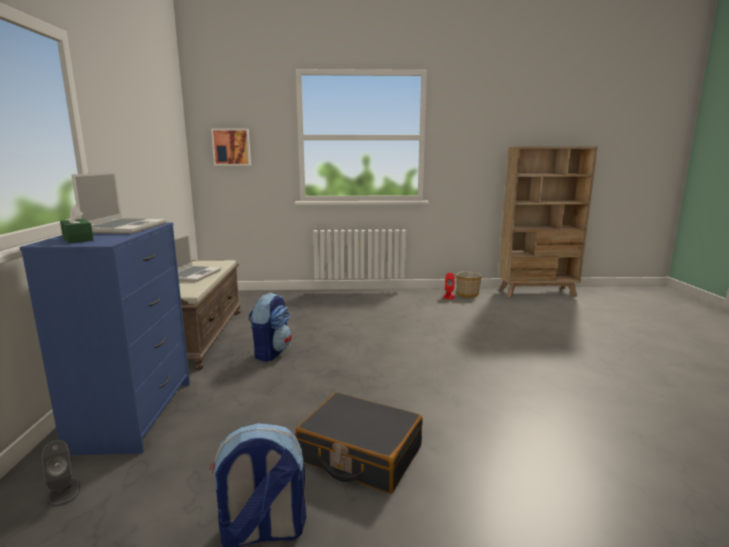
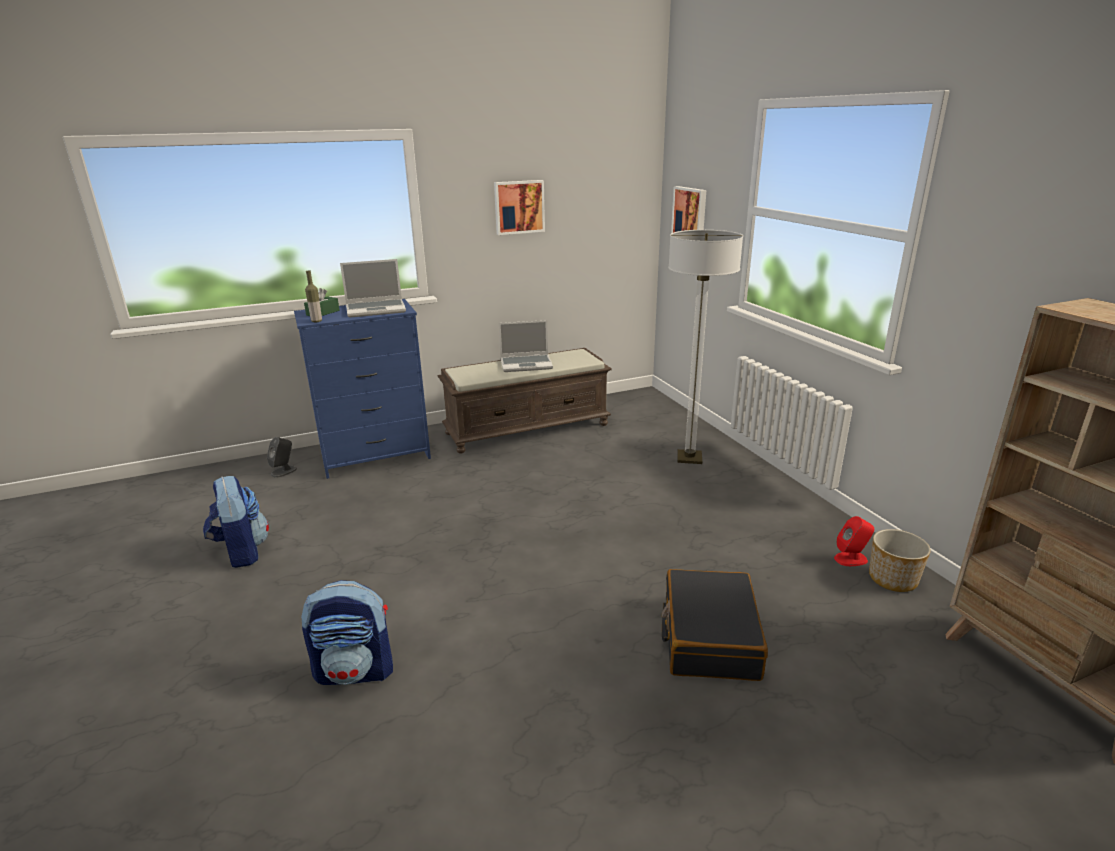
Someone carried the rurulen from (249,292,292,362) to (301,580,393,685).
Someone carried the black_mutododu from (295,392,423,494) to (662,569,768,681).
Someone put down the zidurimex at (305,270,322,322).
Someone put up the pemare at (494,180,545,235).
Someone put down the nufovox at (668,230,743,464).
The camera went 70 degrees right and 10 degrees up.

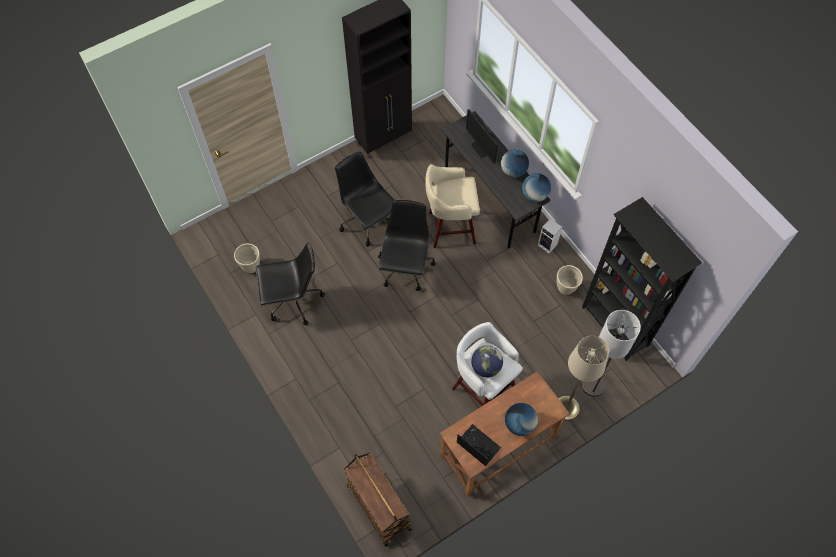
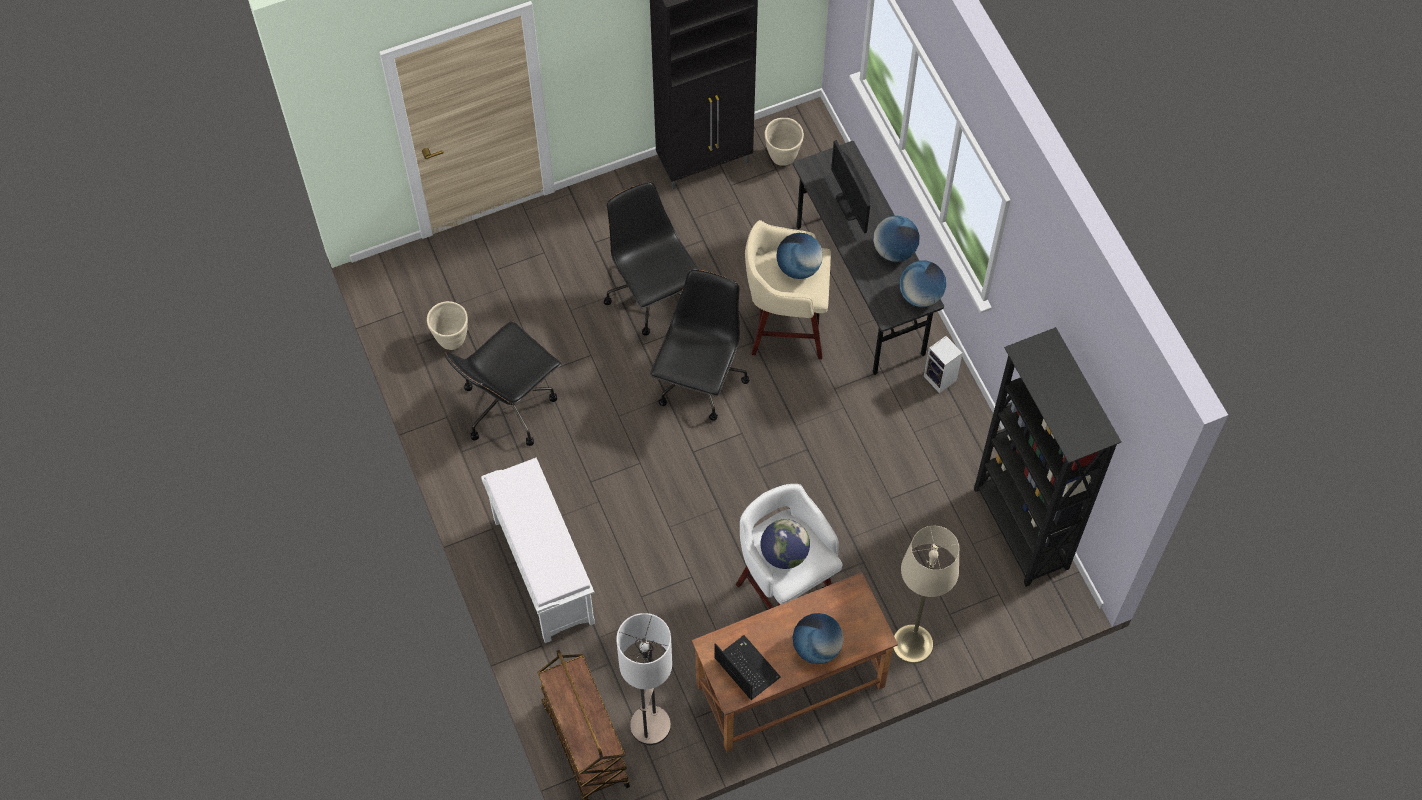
Someone rotated the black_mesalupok at (256,243,325,325) by 135 degrees clockwise.
Someone carried the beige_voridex from (557,265,583,295) to (765,118,804,166).
Someone carried the nufovox from (581,310,641,396) to (616,613,672,745).
Someone put down the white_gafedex at (481,458,595,643).
Someone put down the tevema at (776,233,823,279).
The camera went 10 degrees right and 0 degrees up.

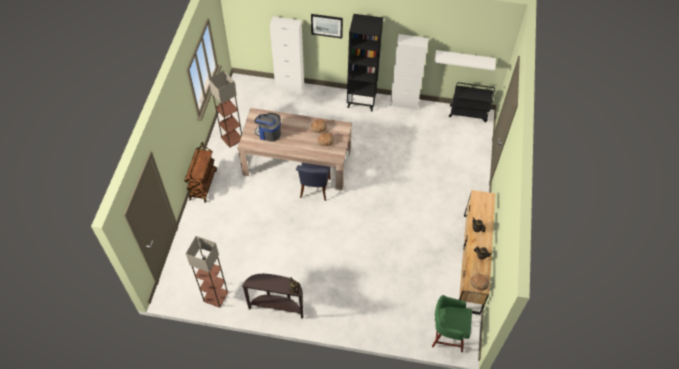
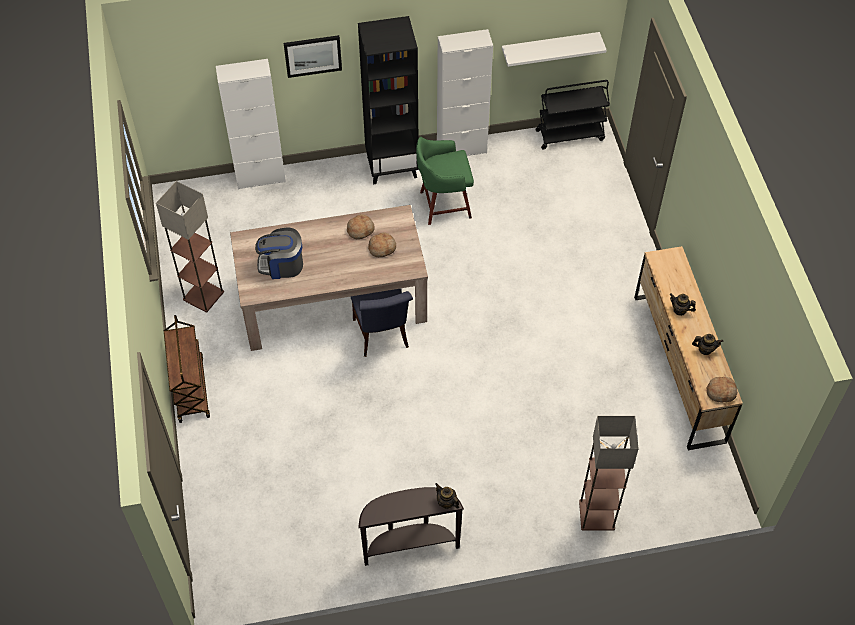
Someone carried the nufovox from (186,236,229,308) to (579,416,639,531).
Someone carried the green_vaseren from (432,295,472,352) to (416,137,474,225).
The camera went 20 degrees left and 0 degrees up.

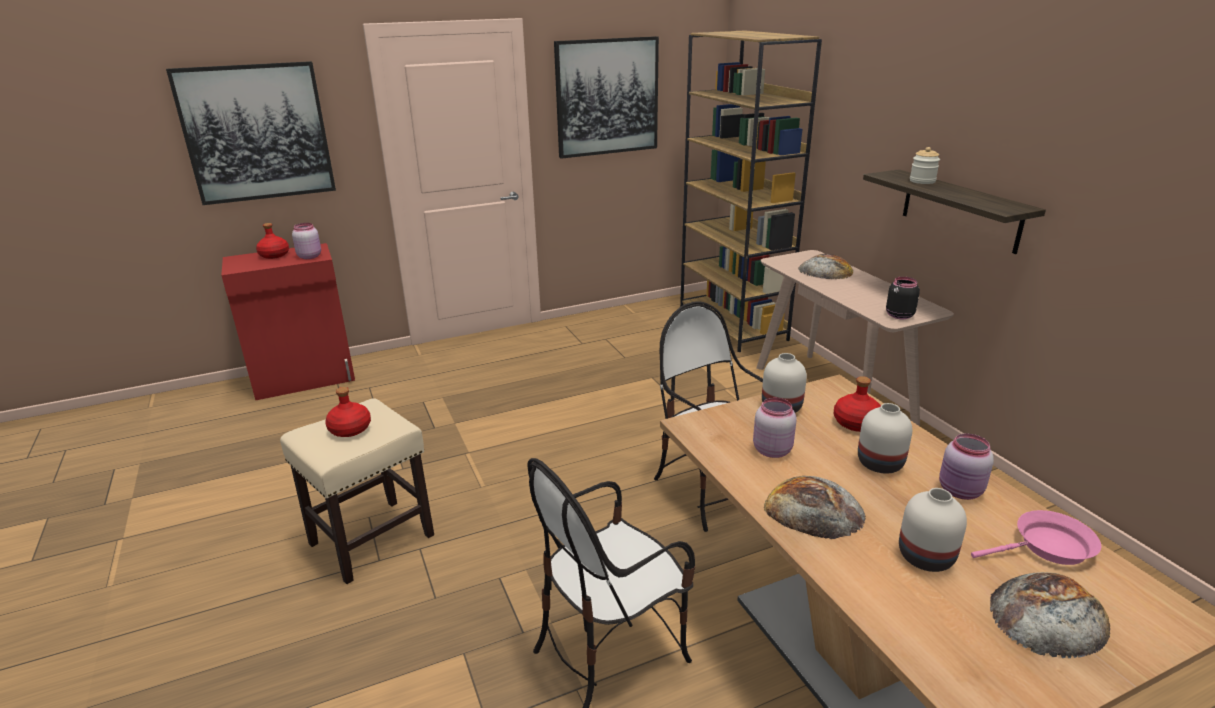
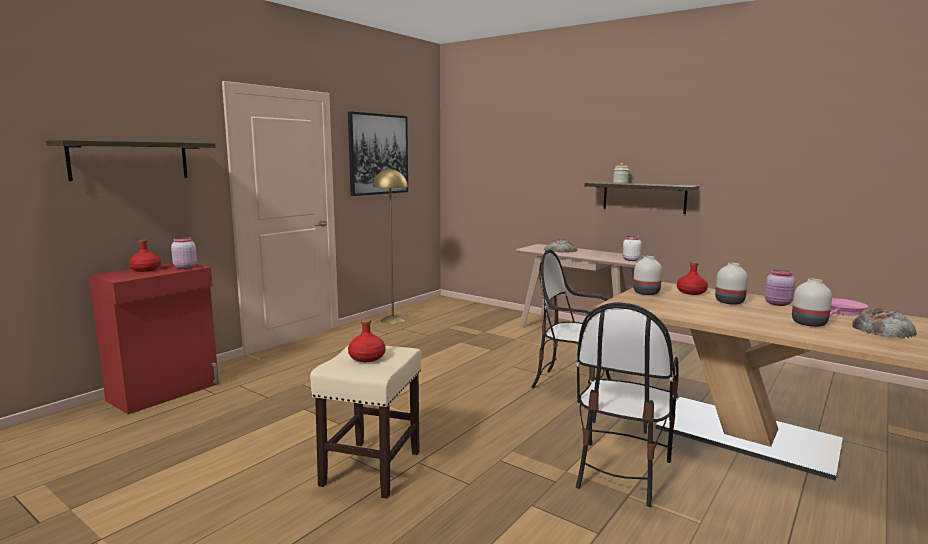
Someone swapped the pemare at (166,61,336,205) for the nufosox at (46,140,216,181).
Someone took away the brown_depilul at (680,30,822,352).
Someone took away the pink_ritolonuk at (753,398,797,458).
Someone took away the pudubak at (764,476,866,539).
Someone repainted the black_ritolonuk at (886,277,920,319), which became the white_ritolonuk at (622,236,642,261).
Someone put down the yellow_nufovox at (373,168,408,324).
The camera went 30 degrees left and 15 degrees down.

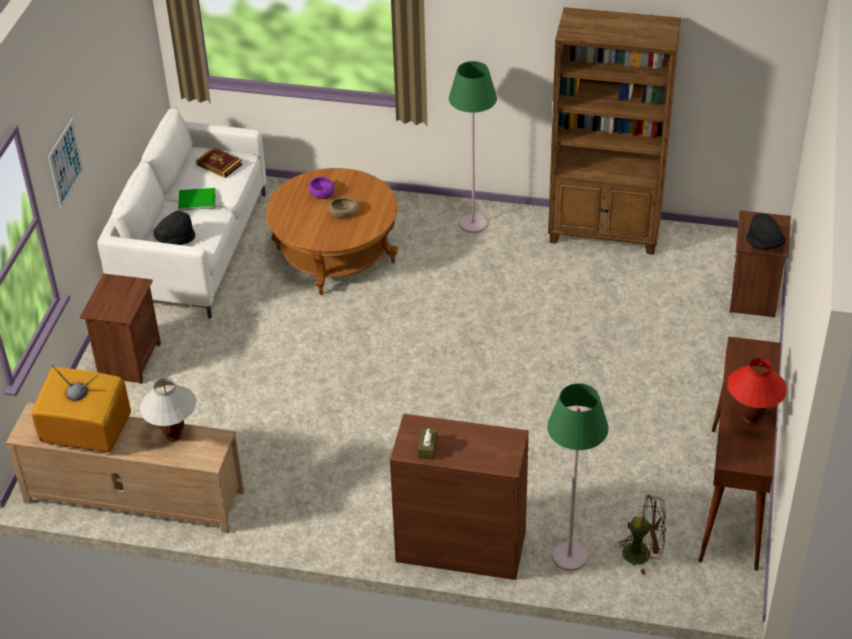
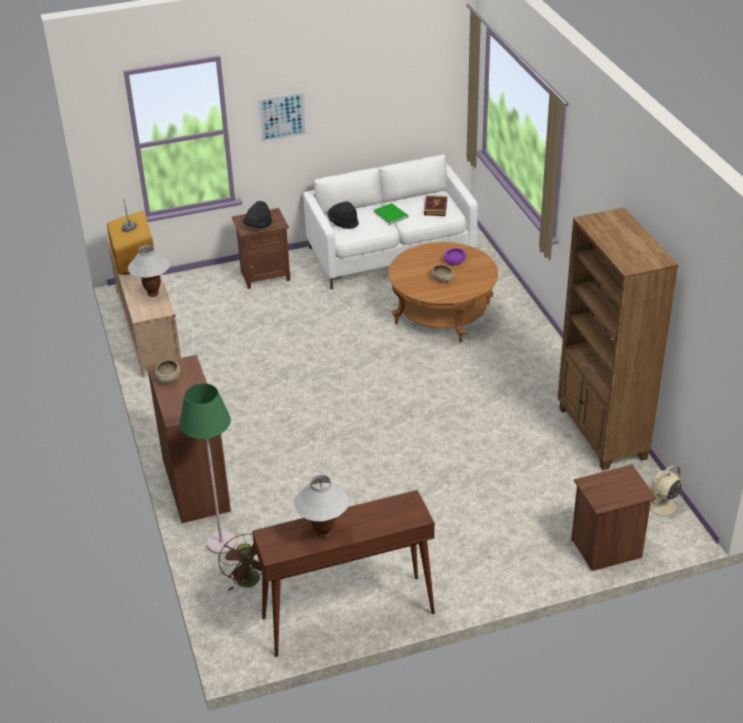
Someone swapped the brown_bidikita at (418,428,437,460) for the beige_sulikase at (155,360,181,383).
Someone took away the green_nufovox at (449,61,497,233).
Someone repainted the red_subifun at (727,358,787,425), which became the white_subifun at (294,475,350,538).
Someone carried the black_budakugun from (746,213,786,250) to (243,201,272,228).
Someone put down the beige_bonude at (650,465,683,523).
The camera went 60 degrees right and 5 degrees down.

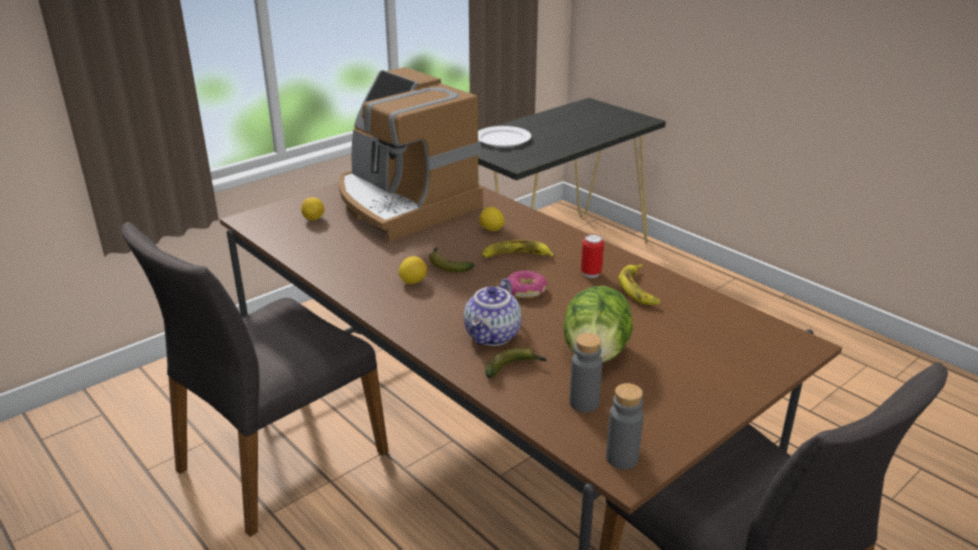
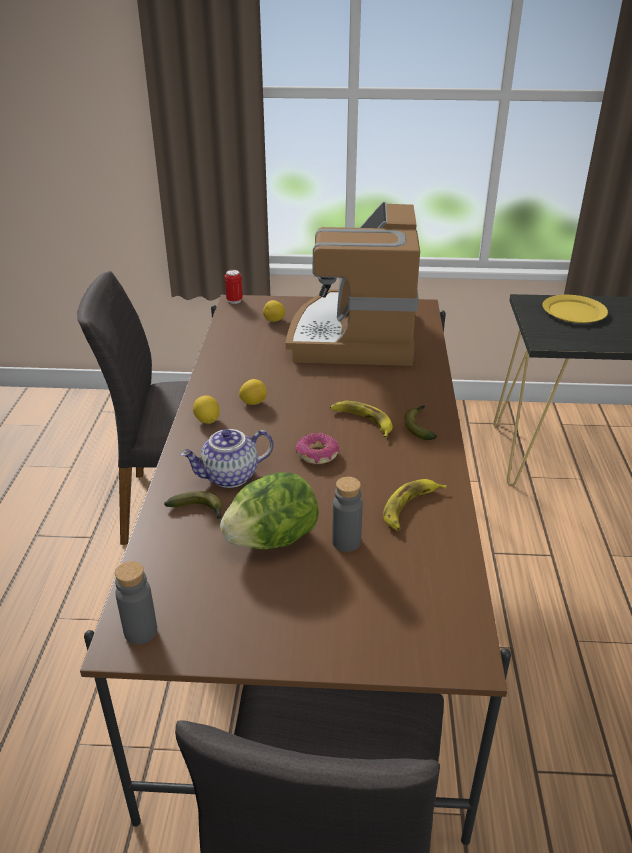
Someone carried the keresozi from (429,247,474,272) to (404,405,437,440).
Someone repainted the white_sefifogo at (478,126,531,147), which became the yellow_sefifogo at (543,295,608,323).
Someone carried the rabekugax from (479,207,505,231) to (193,395,220,424).
Someone carried the grey_zidurimex from (569,333,603,412) to (332,477,363,552).
Someone carried the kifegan from (581,234,604,278) to (225,269,243,304).
The camera went 45 degrees right and 5 degrees up.

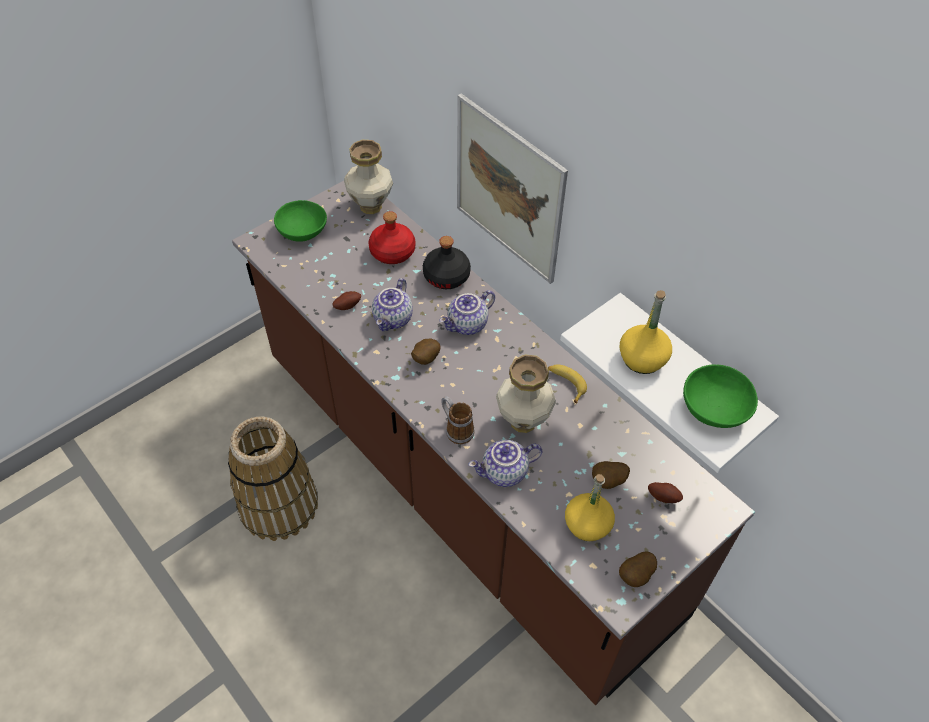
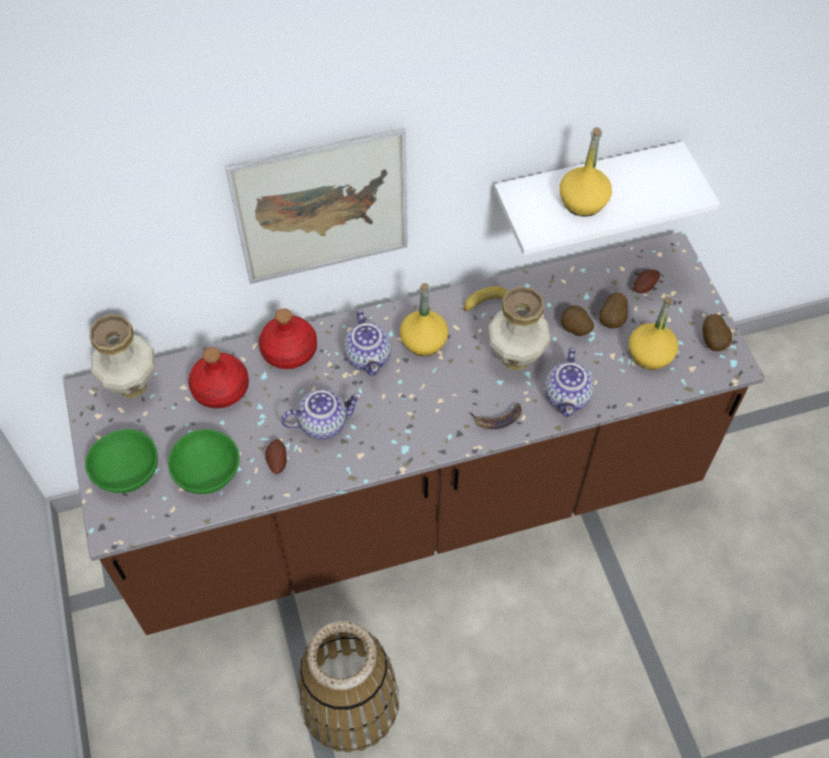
Someone rotated the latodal at (372,278,413,331) by 60 degrees counterclockwise.
Someone carried the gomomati from (411,339,440,365) to (561,305,594,336).
Someone repainted the black_zidurimex at (423,236,471,289), which became the red_zidurimex at (259,308,317,369).
Someone swapped the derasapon at (441,396,474,444) for the keresozi at (469,403,522,429).
Someone carried the green_sulikase from (683,365,758,428) to (168,429,240,494).
Someone put down the yellow_zidurimex at (400,283,448,356).
The camera went 65 degrees left and 5 degrees up.

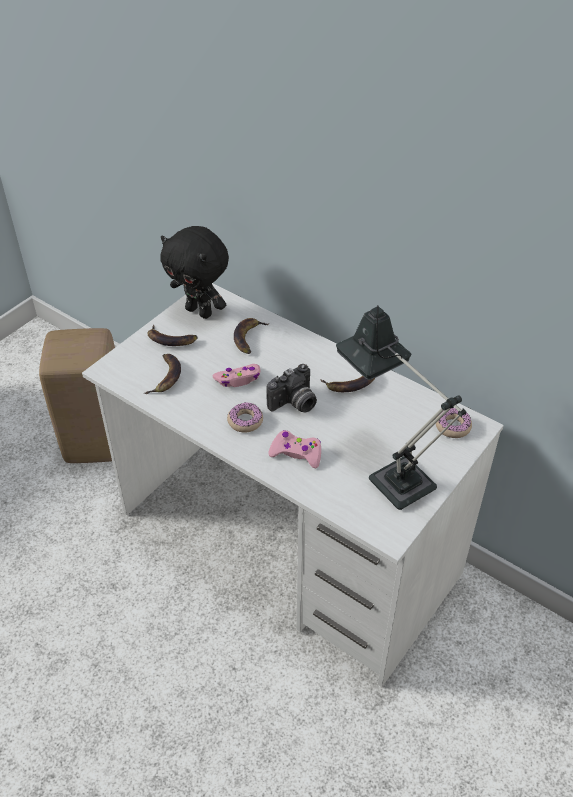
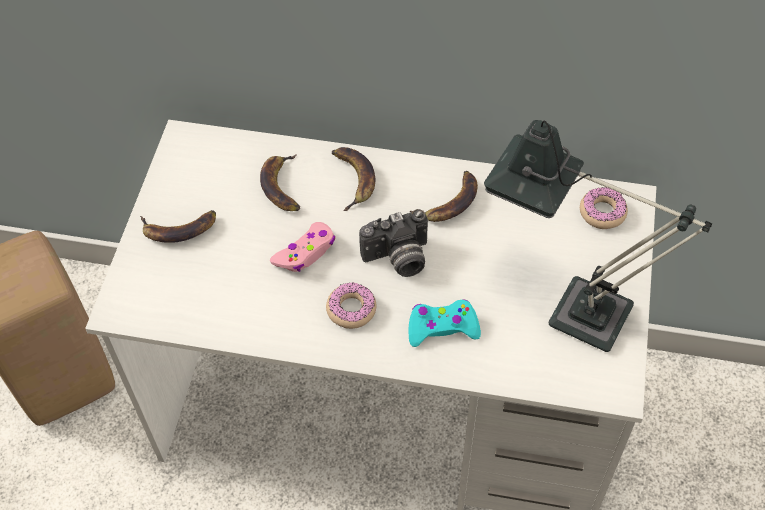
Someone carried the keresozi from (144,354,181,394) to (332,147,376,211).
Someone took away the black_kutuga at (160,226,229,319).
Someone rotated the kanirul at (266,364,317,413) by 45 degrees clockwise.
Someone repainted the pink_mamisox at (269,430,321,468), which became the turquoise_mamisox at (409,299,481,347).
The camera went 25 degrees left and 10 degrees up.

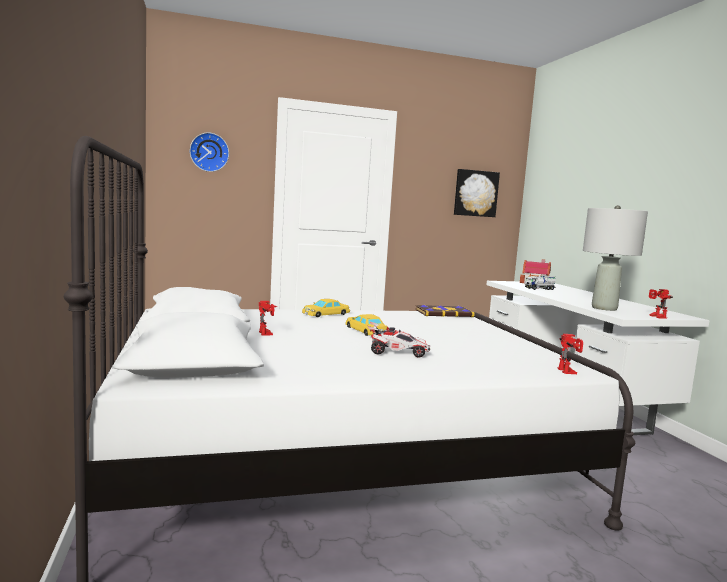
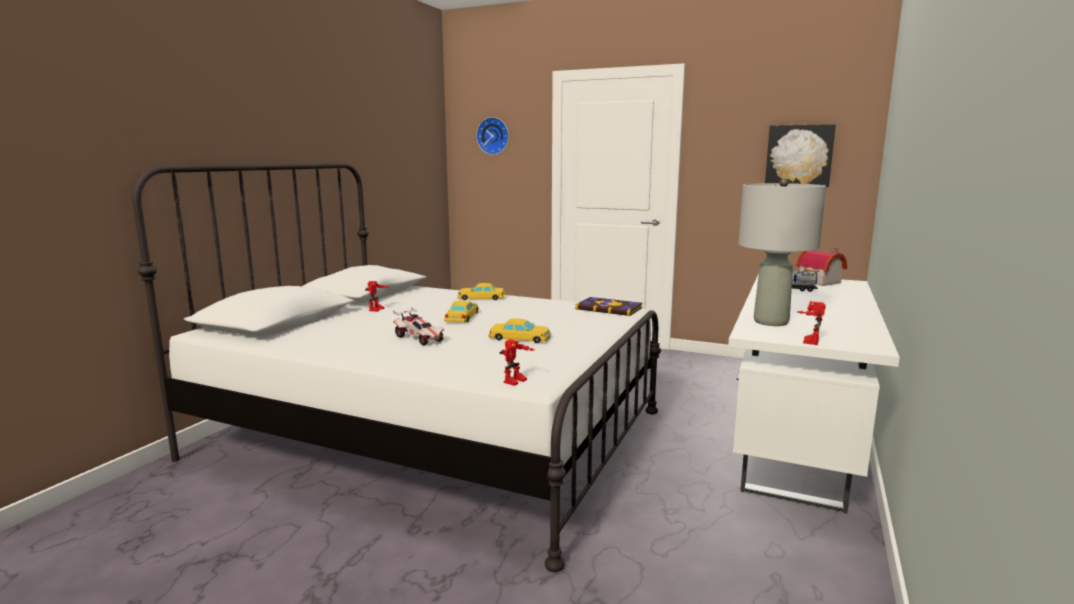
Someone put down the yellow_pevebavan at (489,319,551,343).
The camera went 40 degrees right and 5 degrees up.

